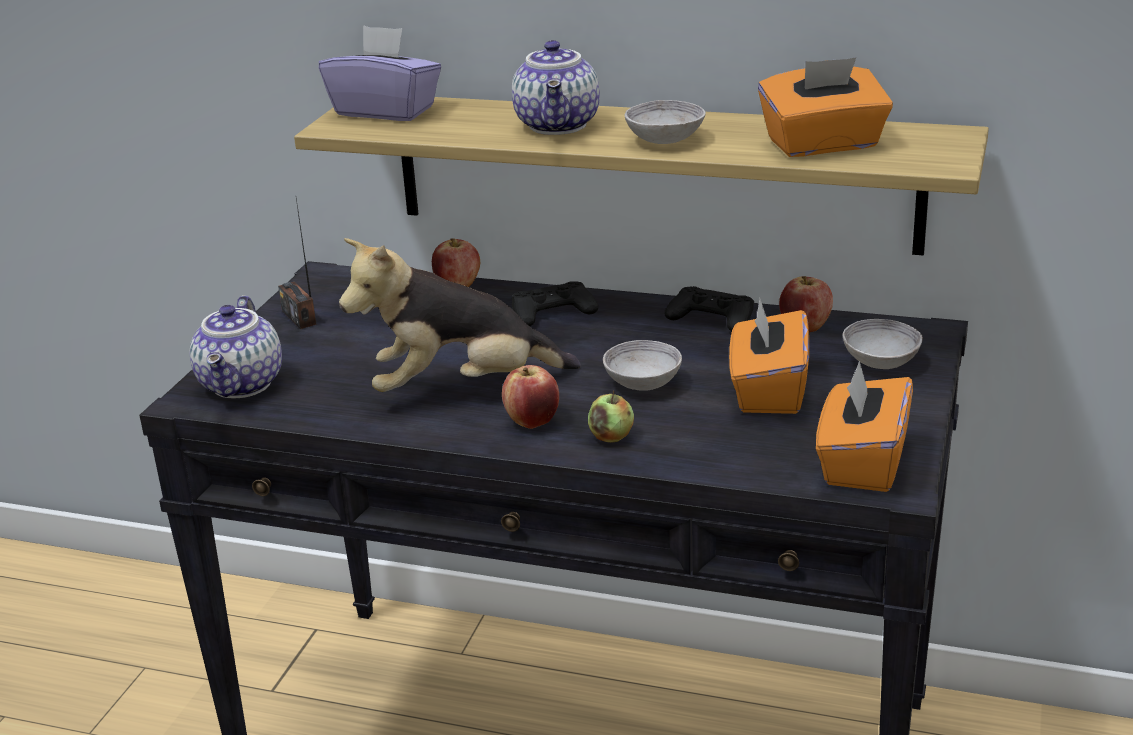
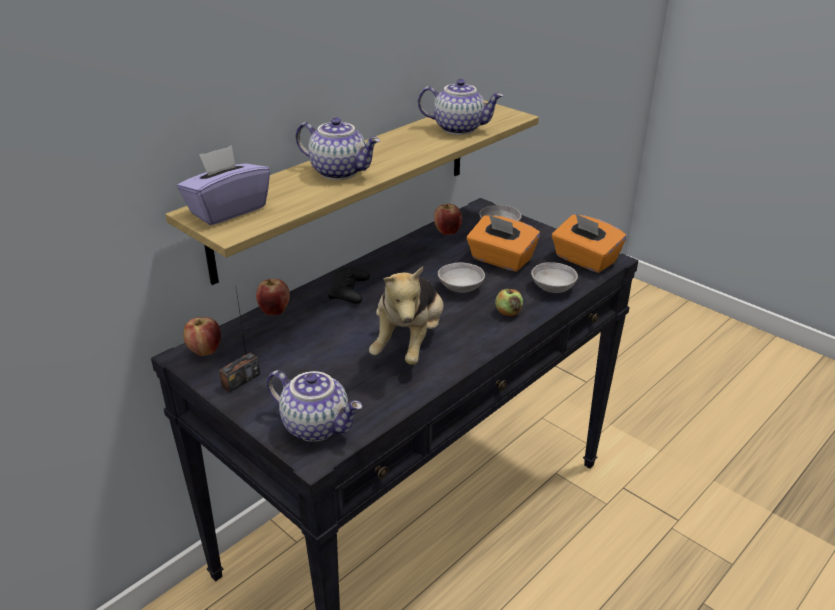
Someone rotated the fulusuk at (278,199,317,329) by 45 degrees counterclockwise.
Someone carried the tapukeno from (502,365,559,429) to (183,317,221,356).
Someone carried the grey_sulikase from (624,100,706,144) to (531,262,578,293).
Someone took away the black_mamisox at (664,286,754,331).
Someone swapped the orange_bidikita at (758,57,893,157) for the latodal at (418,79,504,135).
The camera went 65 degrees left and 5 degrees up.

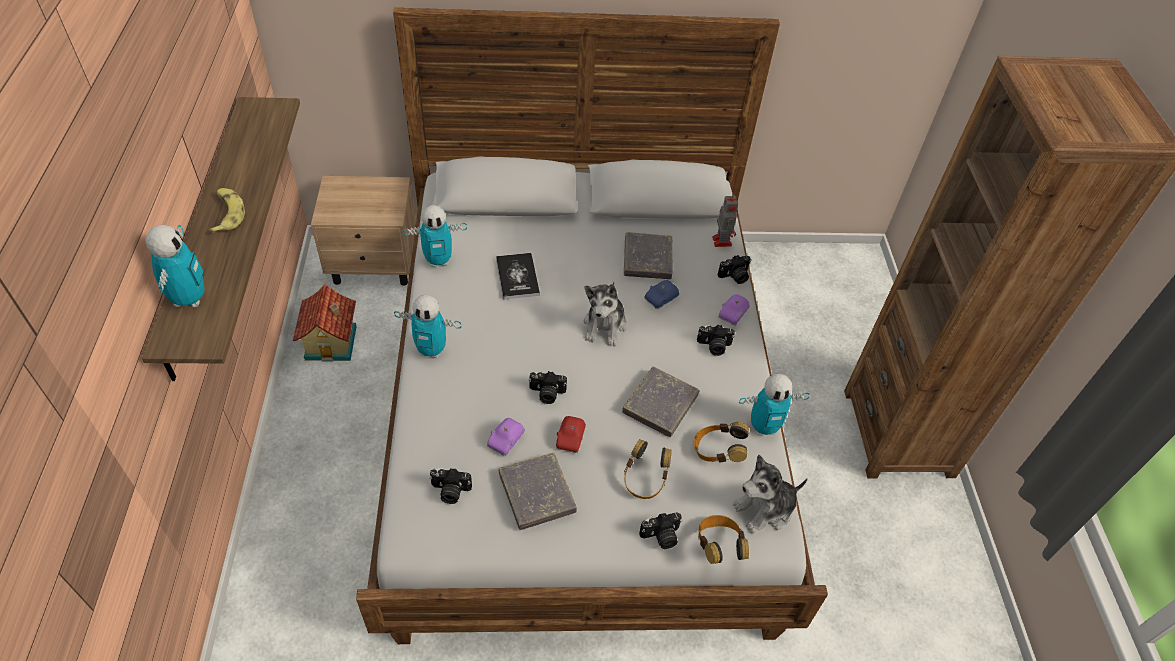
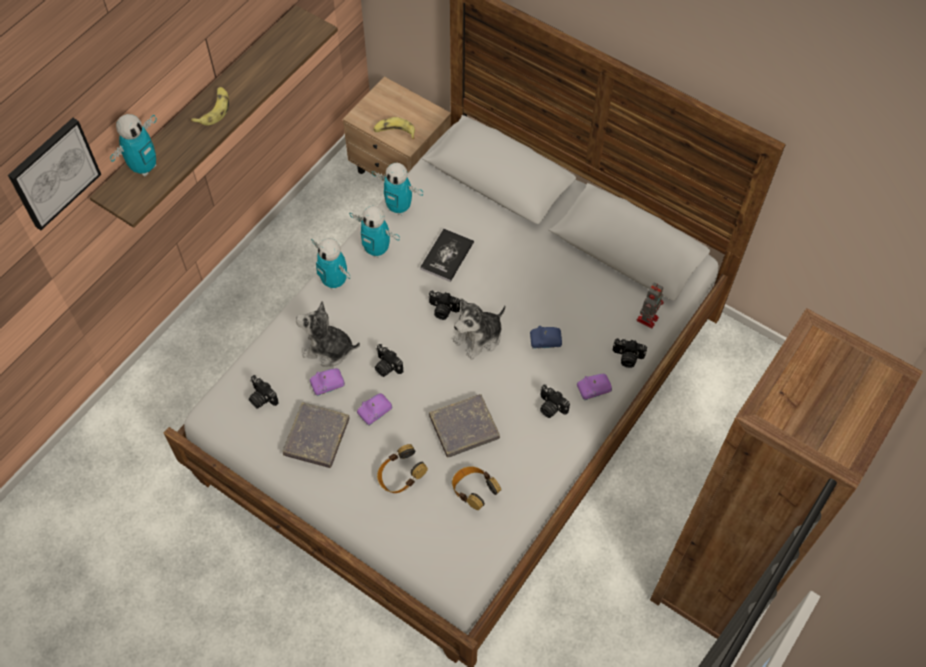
Someone took away the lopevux at (293,284,357,362).
Someone repainted the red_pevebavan at (556,416,586,453), which became the purple_pevebavan at (357,393,393,426).
Someone took away the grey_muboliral at (624,232,673,279).
Someone carried the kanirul from (639,512,682,549) to (428,290,460,320).
Someone took away the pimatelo at (698,515,749,564).
Someone carried the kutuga from (733,455,808,534) to (296,301,360,367).
Someone carried the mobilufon from (739,374,810,436) to (349,206,400,258).
Someone put up the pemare at (8,118,101,230).
Someone put down the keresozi at (373,117,415,139).
The camera went 40 degrees right and 10 degrees up.

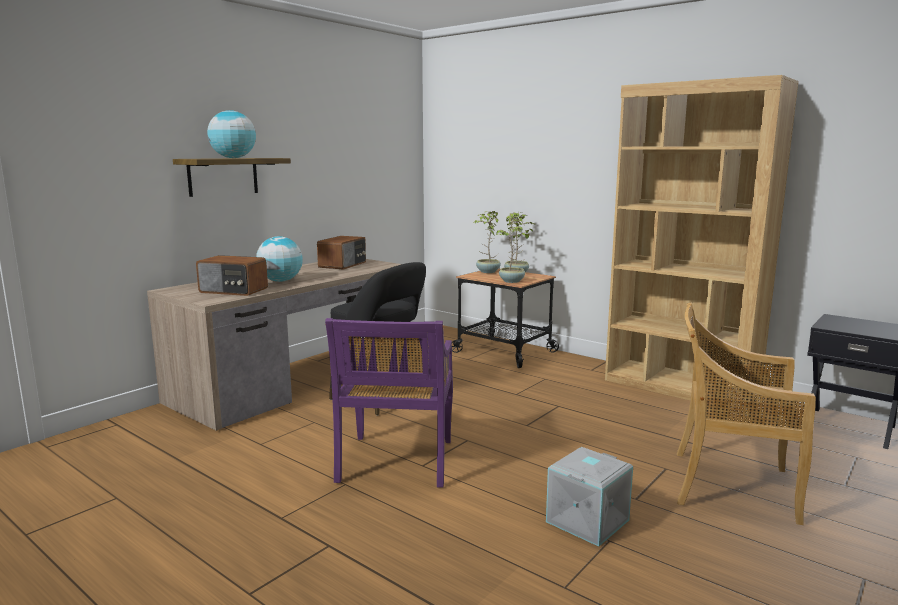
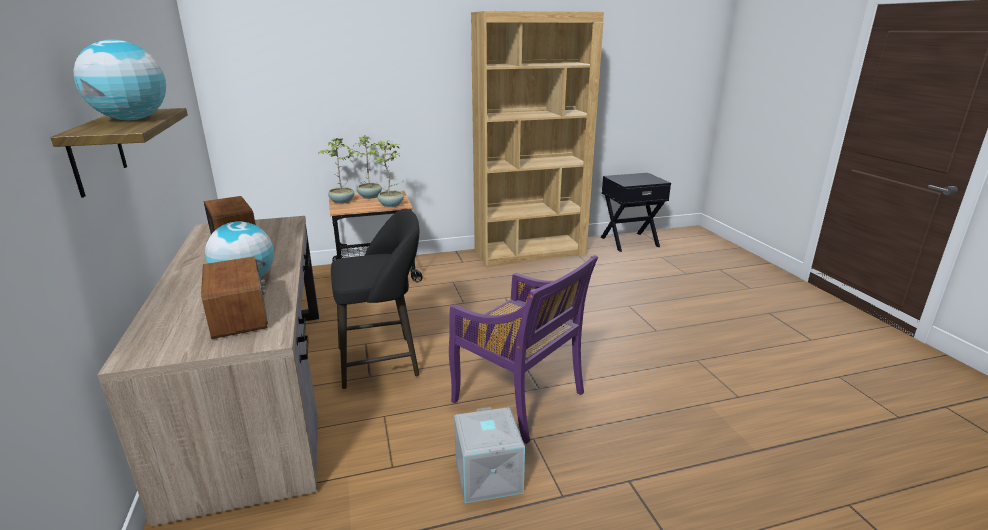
Someone rotated the fulusuk at (196,255,268,296) by 75 degrees counterclockwise.
Someone carried the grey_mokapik from (546,447,633,547) to (454,407,525,503).
Someone took away the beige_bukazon at (677,303,816,525).
The camera went 55 degrees left and 10 degrees up.

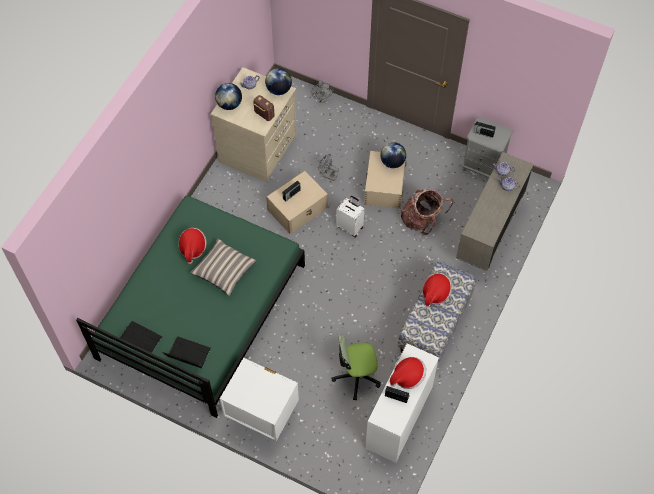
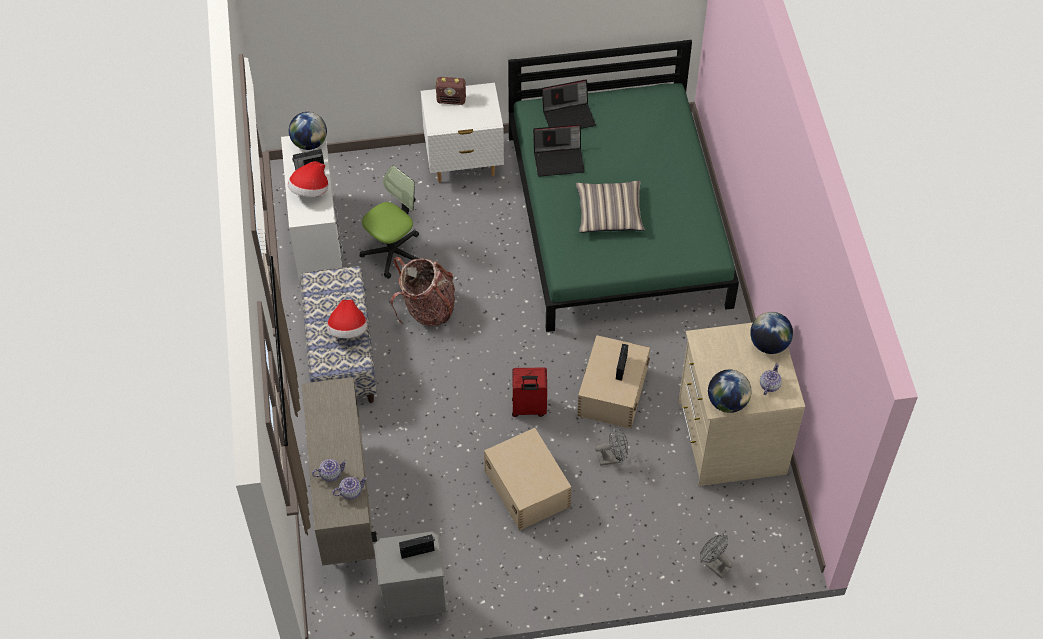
Someone carried the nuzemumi from (120,321,162,353) to (533,124,585,177).
Someone took away the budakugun at (179,228,207,264).
Someone carried the fulusuk from (253,95,275,121) to (436,77,466,105).
Someone repainted the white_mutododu at (336,196,364,238), which became the red_mutododu at (512,368,547,417).
Someone carried the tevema from (380,142,406,168) to (289,112,327,150).
Someone carried the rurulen from (401,189,453,235) to (391,257,455,326).
The camera went 145 degrees right and 5 degrees down.

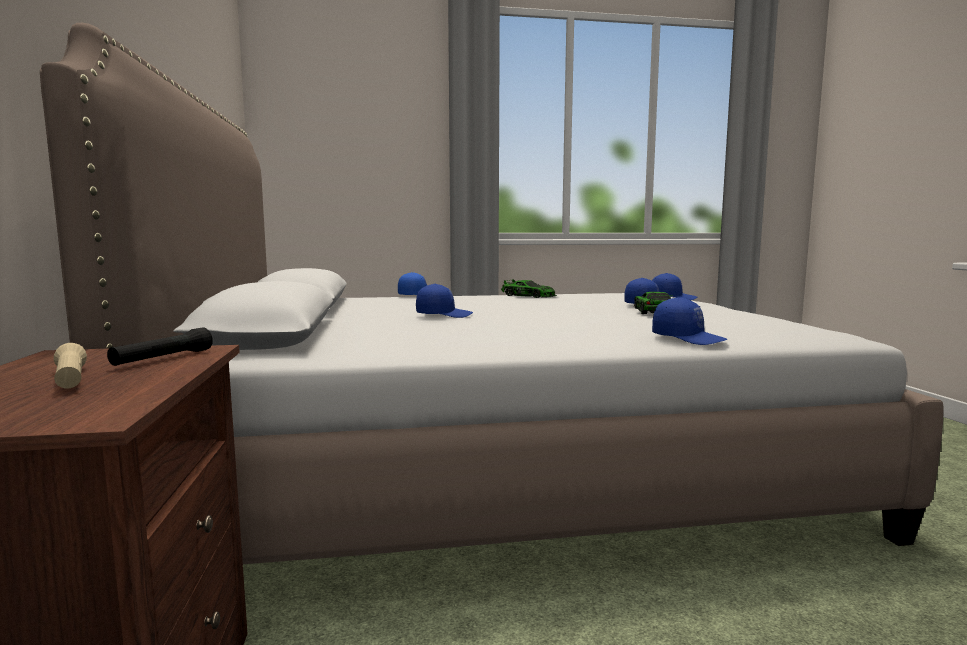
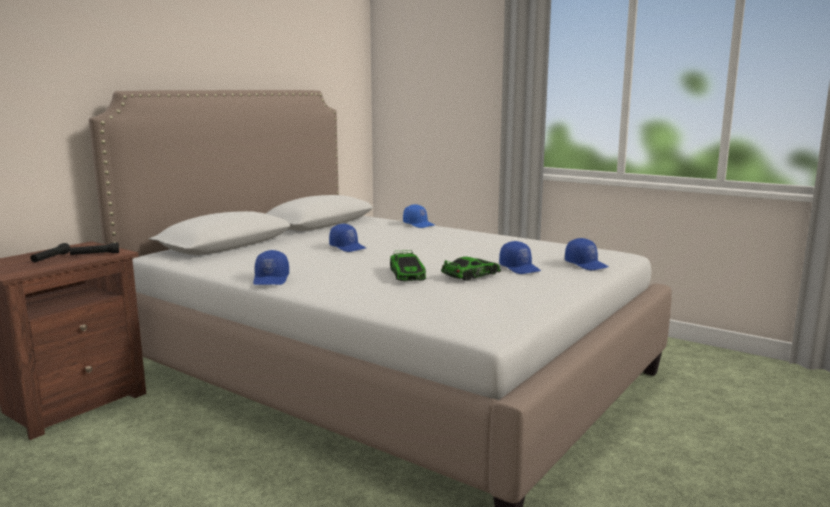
Someone repainted the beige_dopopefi at (54,343,87,388), which became the black_dopopefi at (30,243,70,262).
Someone carried the pevebavan from (501,279,557,298) to (390,250,426,281).
Someone carried the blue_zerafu from (652,297,727,345) to (253,250,289,285).
The camera went 45 degrees right and 5 degrees up.

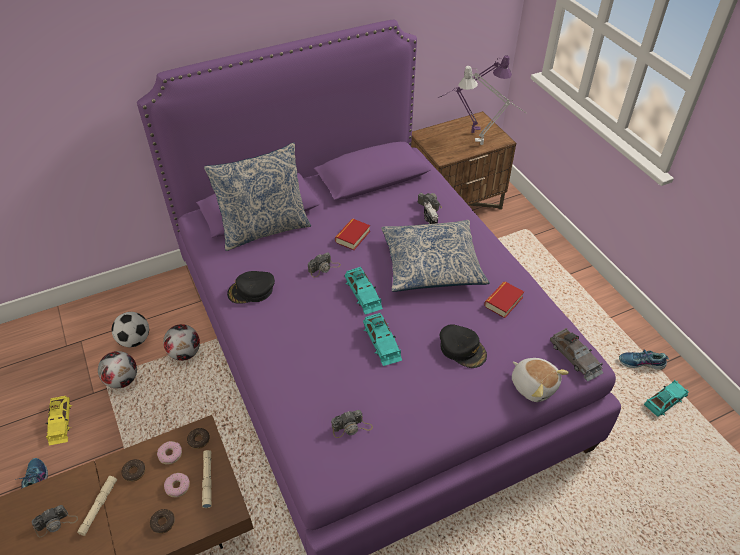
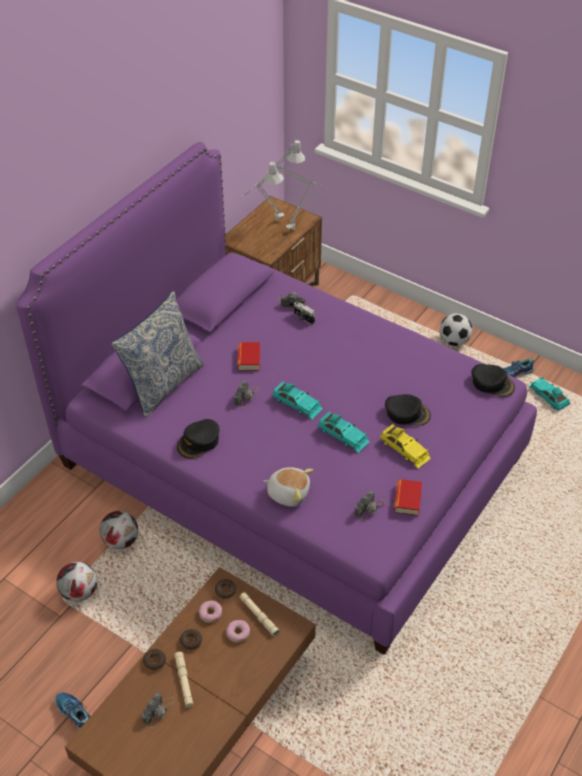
Someone carried the yellow_pevebavan from (46,396,73,445) to (380,424,431,468).
Someone carried the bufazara from (112,312,149,347) to (440,314,472,346).
Someone carried the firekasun from (150,509,175,534) to (143,649,166,671).
Someone took away the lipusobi at (381,220,490,292).
Someone repainted the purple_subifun at (438,55,512,133), which became the grey_subifun at (246,140,305,221).
Someone carried the muboliral from (484,282,524,318) to (394,479,422,516).
Someone carried the kutuga from (512,358,569,402) to (263,467,313,507).
Someone swapped the grey_pevebavan at (550,328,603,382) for the black_zerafu at (471,364,515,397).
Someone rotated the turquoise_pevebavan at (644,380,688,417) by 60 degrees counterclockwise.
The camera went 30 degrees left and 0 degrees up.

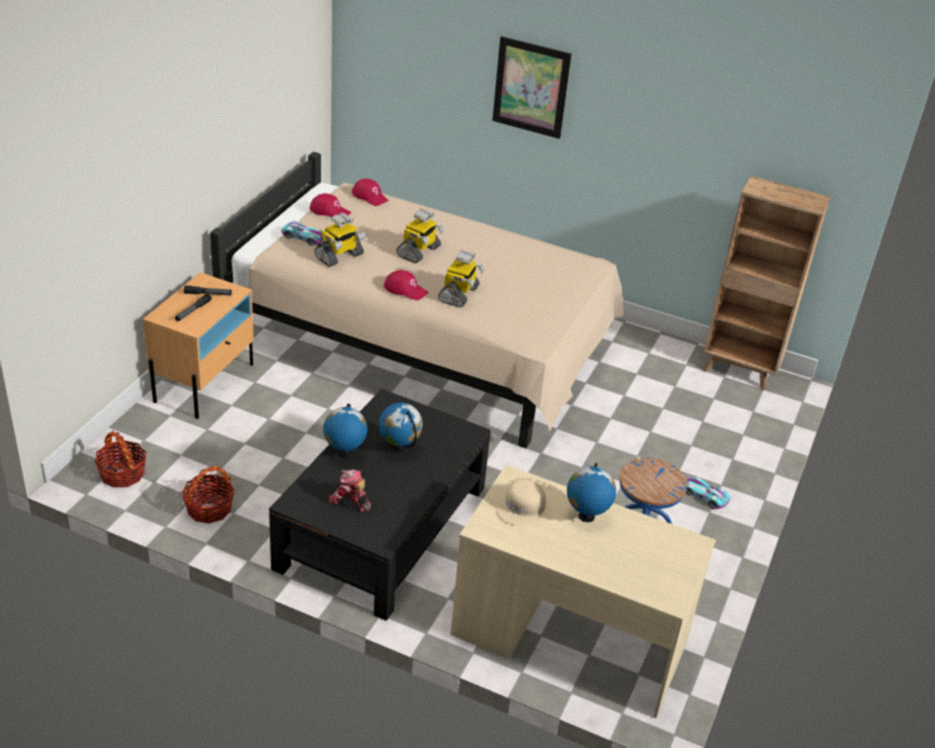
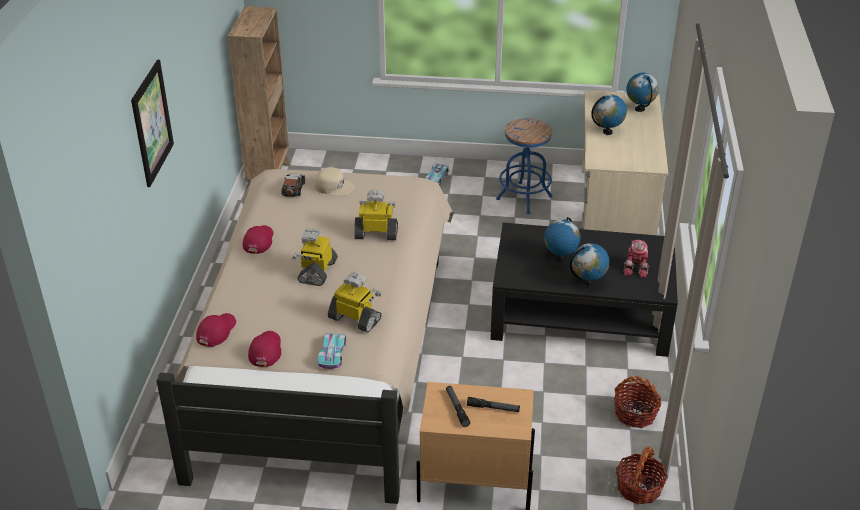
Someone carried the red_zerafu from (384,270,428,300) to (243,225,273,254).
Someone rotated the mobilufon at (396,208,445,263) by 90 degrees counterclockwise.
Someone carried the beige_zerafu from (496,479,546,526) to (315,167,354,196).
Someone put down the pevebavan at (281,174,305,197).
Someone put down the tevema at (626,73,659,112).
The camera went 105 degrees left and 0 degrees up.

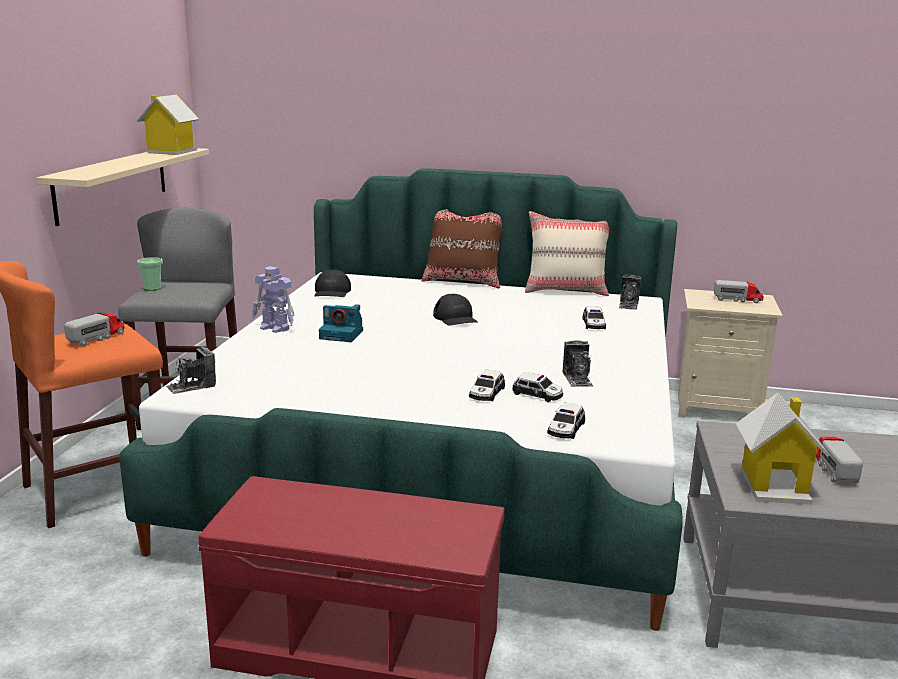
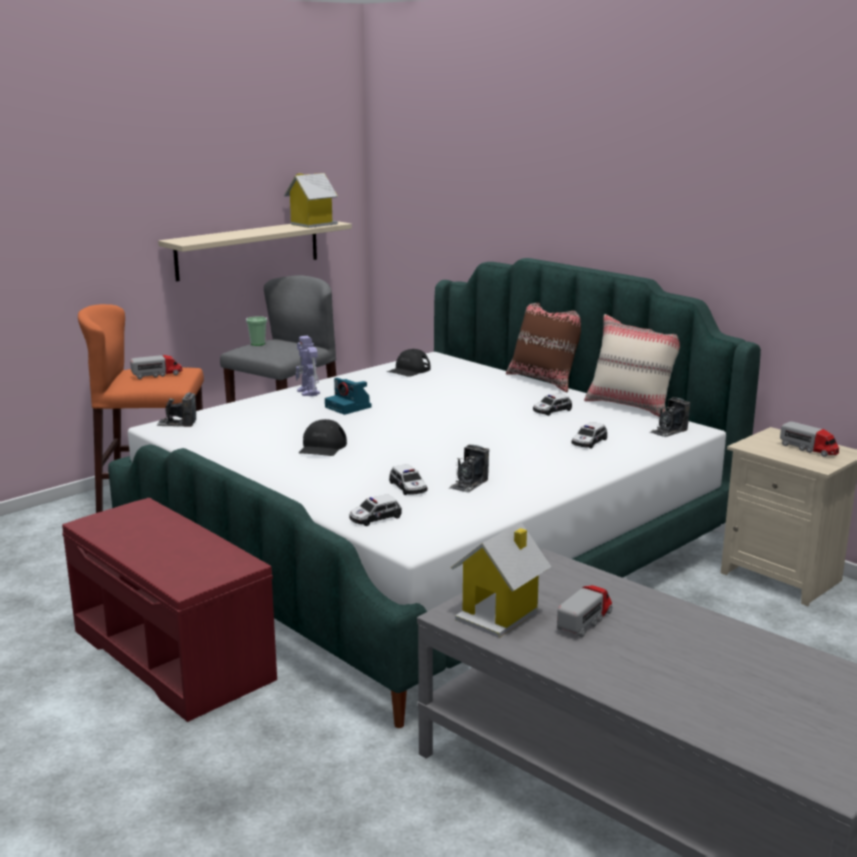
Someone carried the black_zerafu from (433,294,478,326) to (299,419,347,456).
Someone carried the pevebavan from (469,370,505,401) to (533,393,572,416).
The camera went 35 degrees right and 0 degrees up.

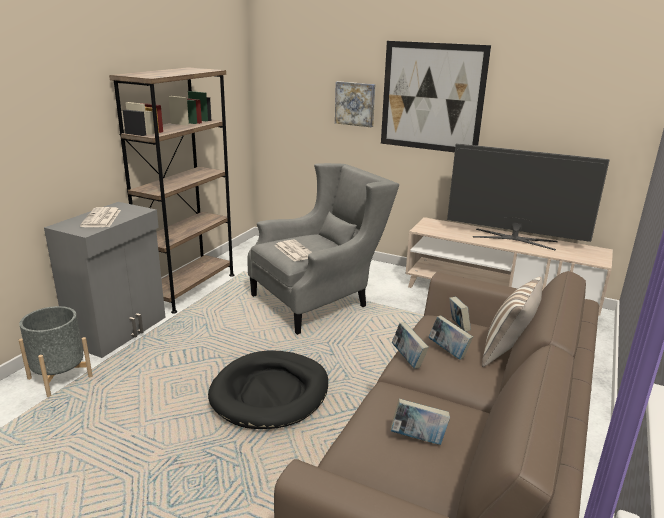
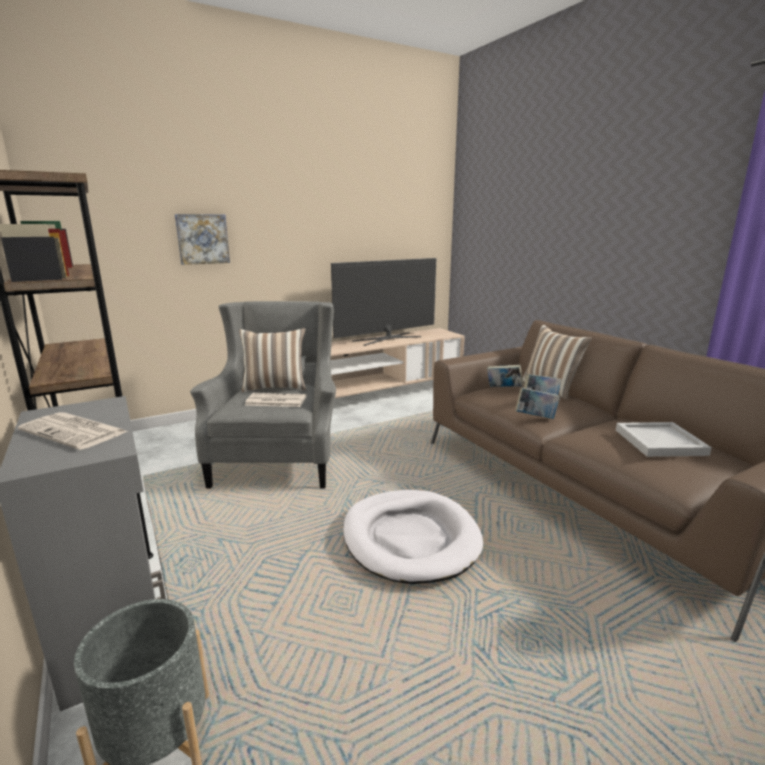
Someone repainted the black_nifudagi at (208,350,328,429), which became the white_nifudagi at (343,490,483,584).
Someone took away the pemare at (381,41,491,152).
Someone swapped the muboliral at (391,398,450,445) for the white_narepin at (616,422,712,457).
Someone put down the lipusobi at (240,328,306,392).
The camera went 55 degrees left and 5 degrees down.

